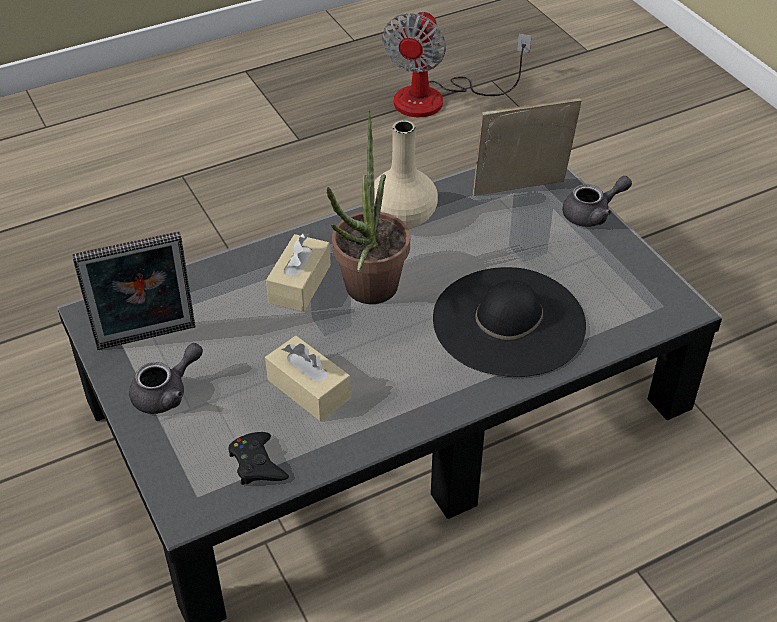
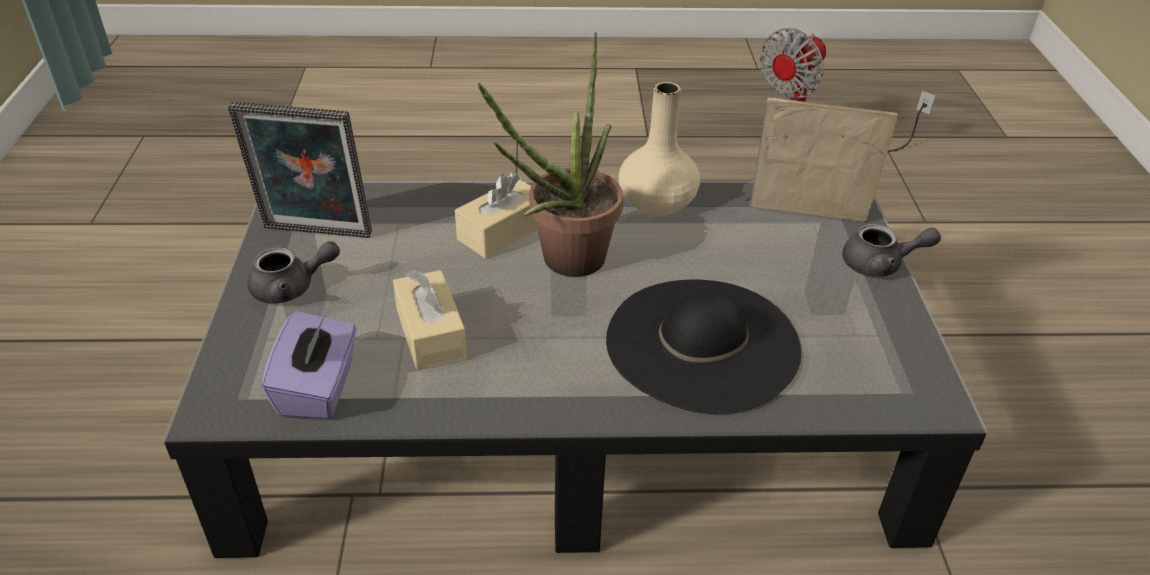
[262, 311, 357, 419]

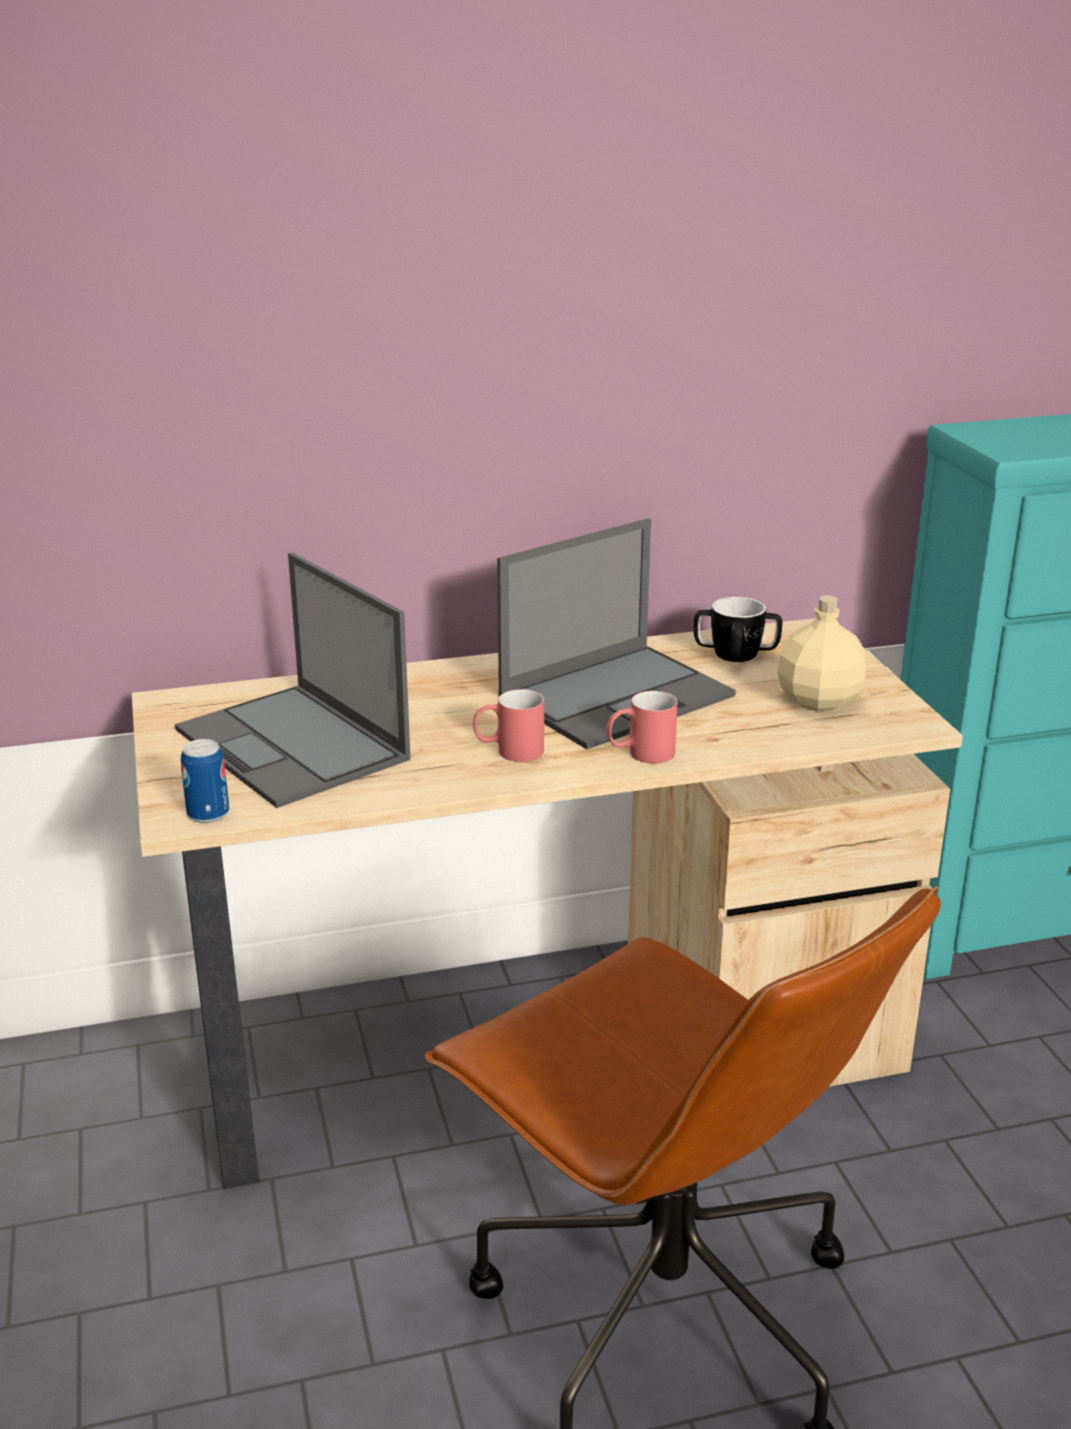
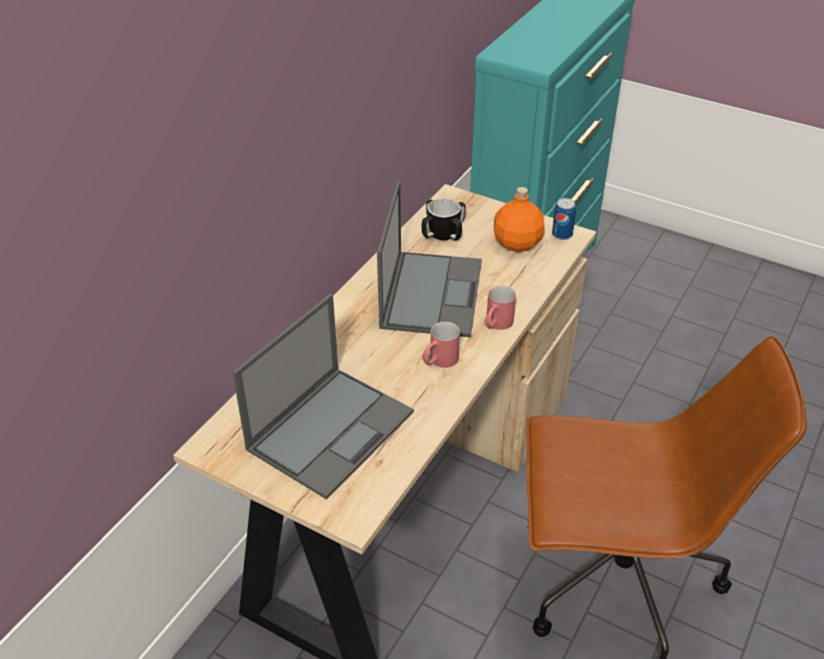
[232, 294, 414, 499]
[494, 187, 544, 252]
[552, 198, 576, 240]

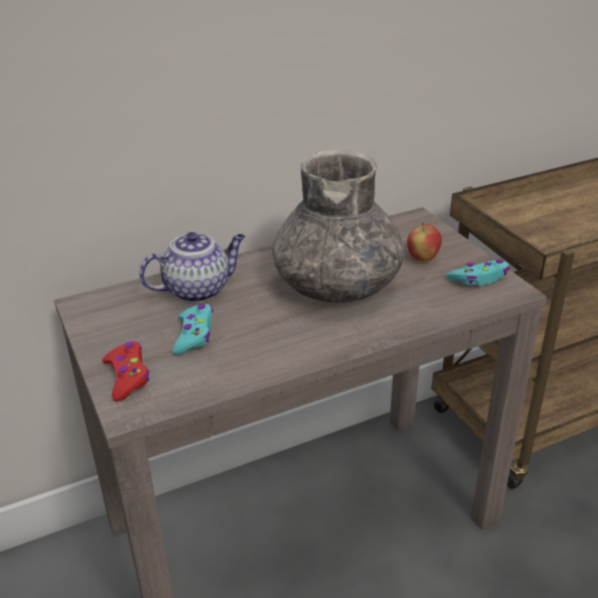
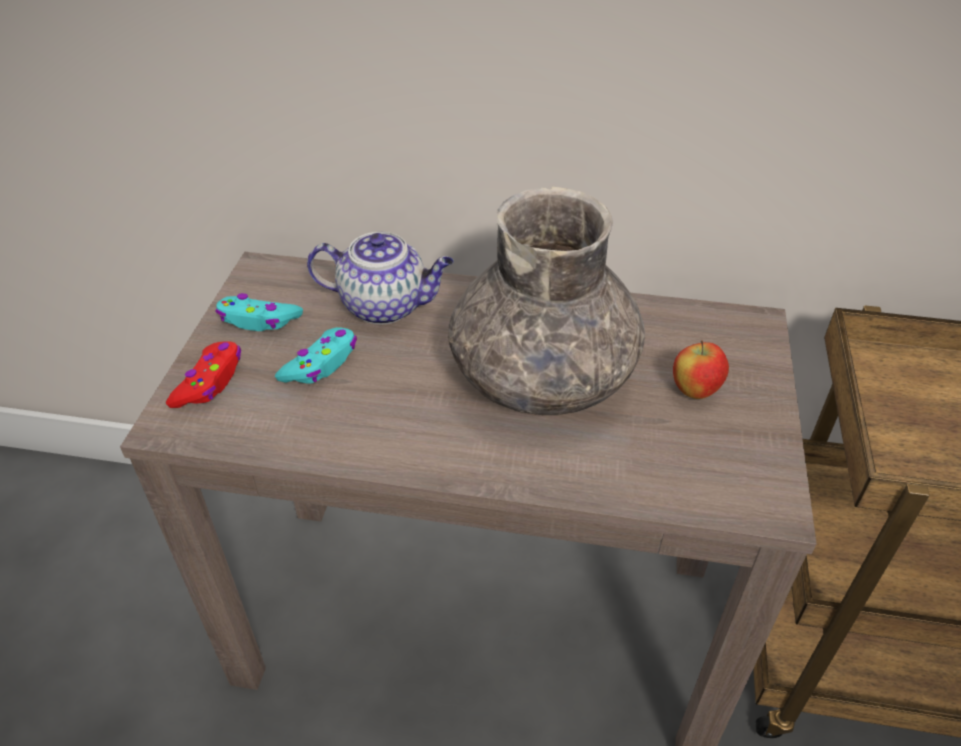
[215, 293, 303, 331]

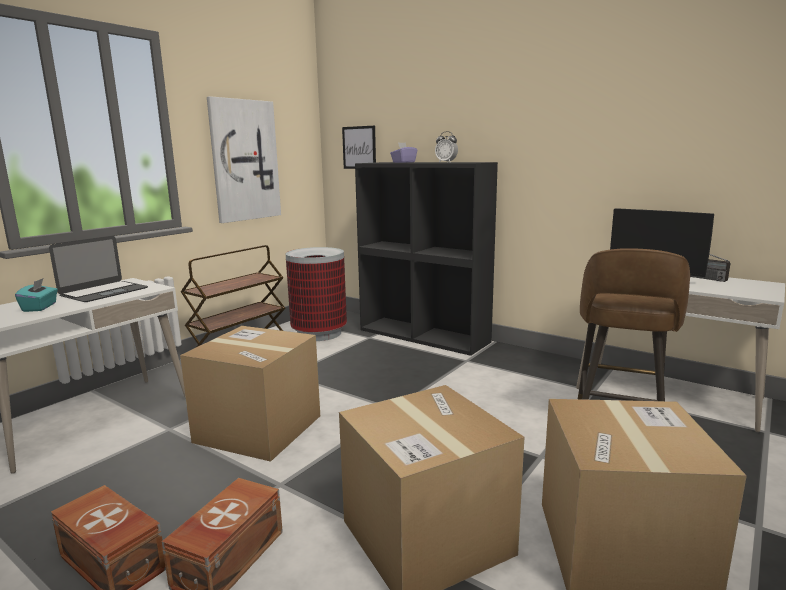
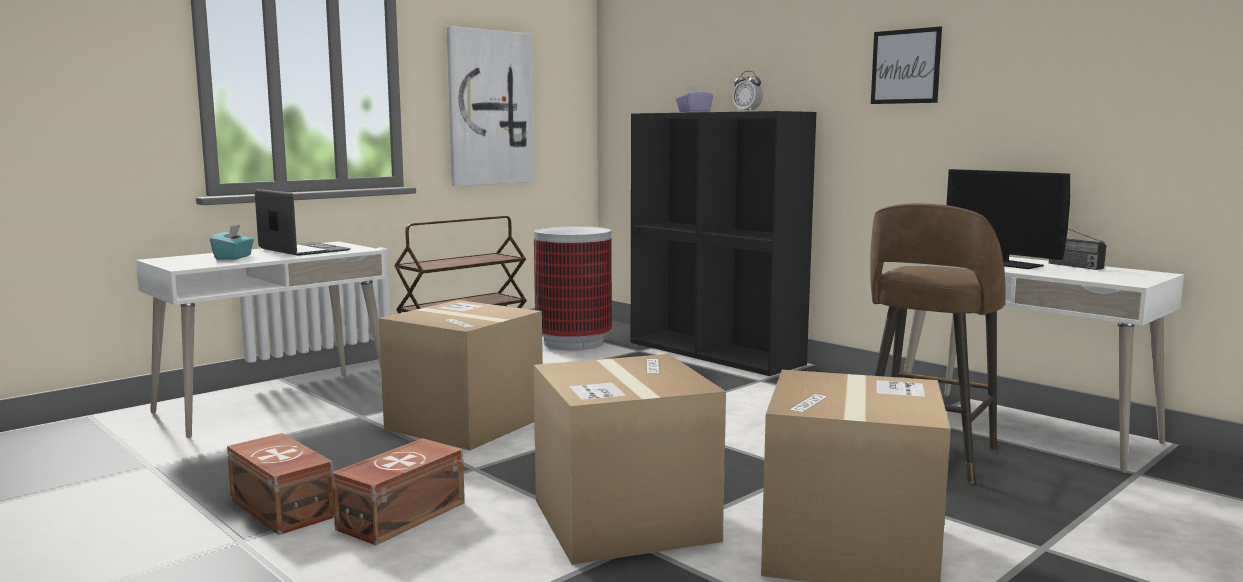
[255, 189, 351, 256]
[871, 26, 942, 104]

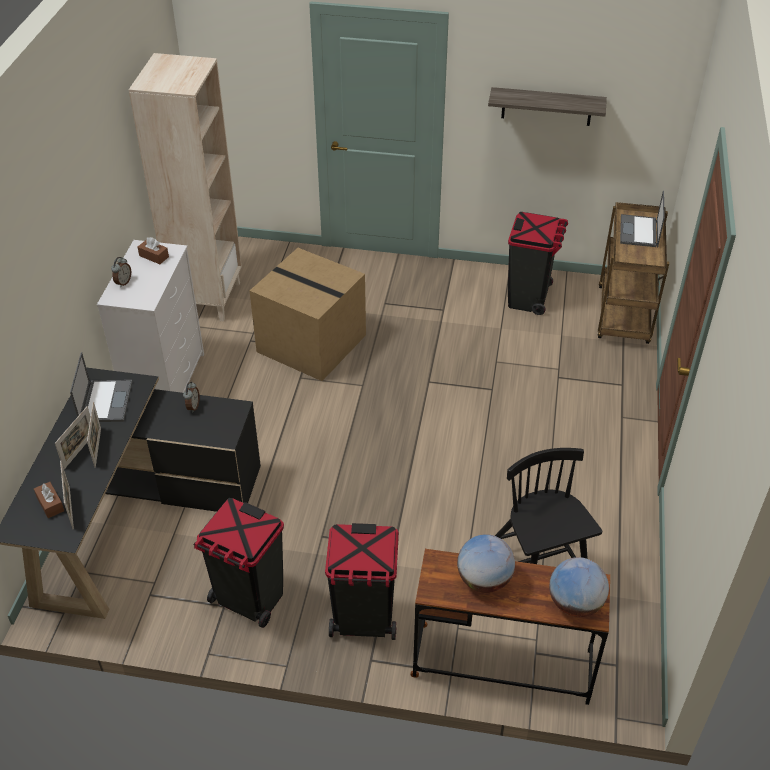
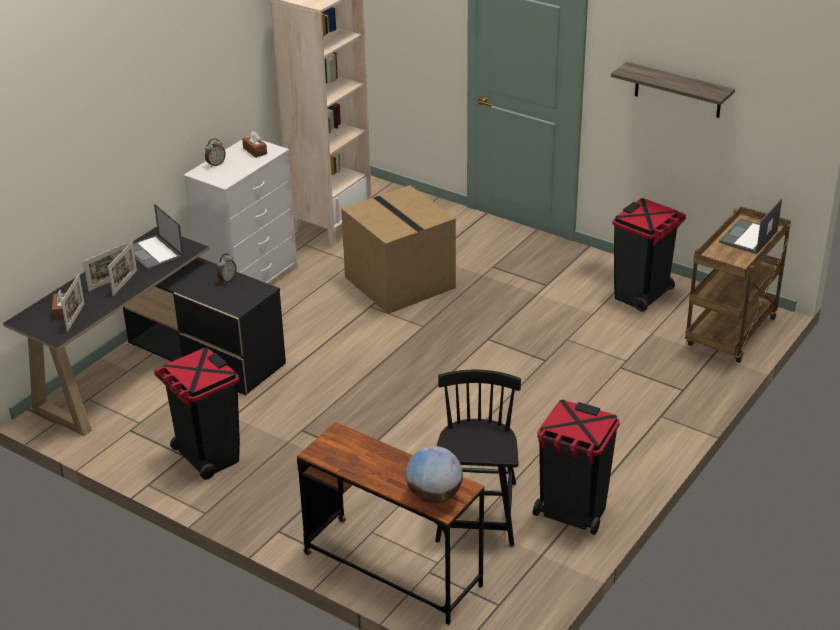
[126, 204, 184, 271]
[533, 400, 620, 535]
[457, 534, 515, 593] (first image)

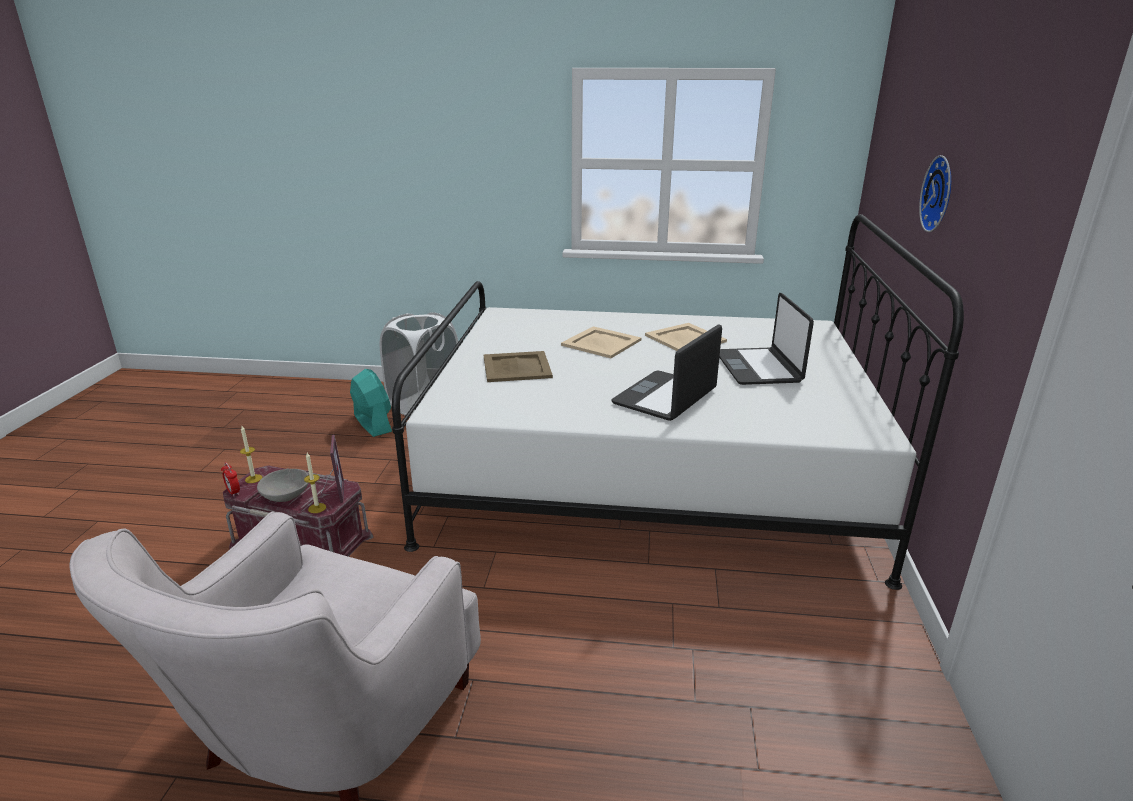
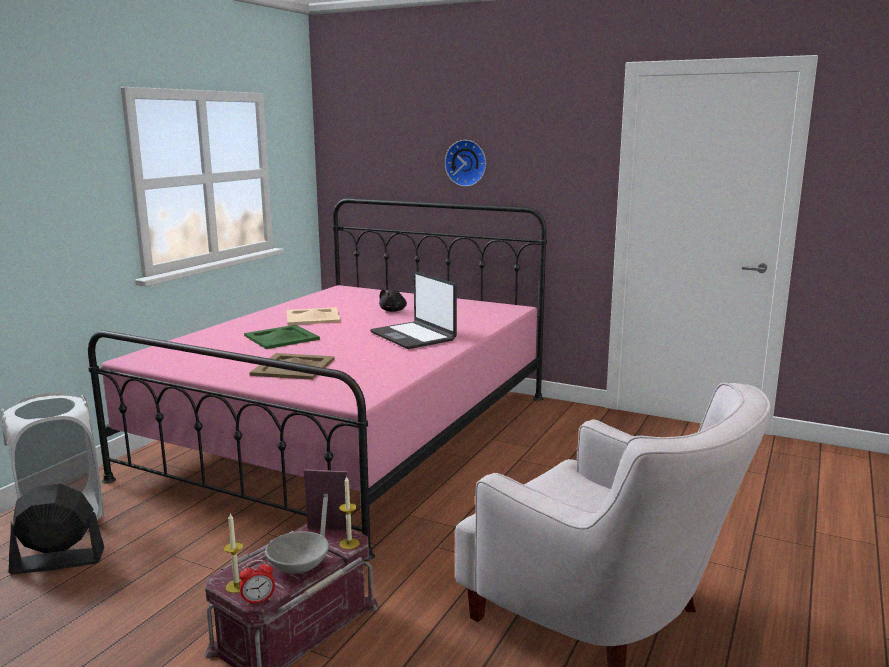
[9, 484, 104, 574]
[88, 198, 547, 561]
[244, 325, 320, 349]
[379, 289, 407, 312]

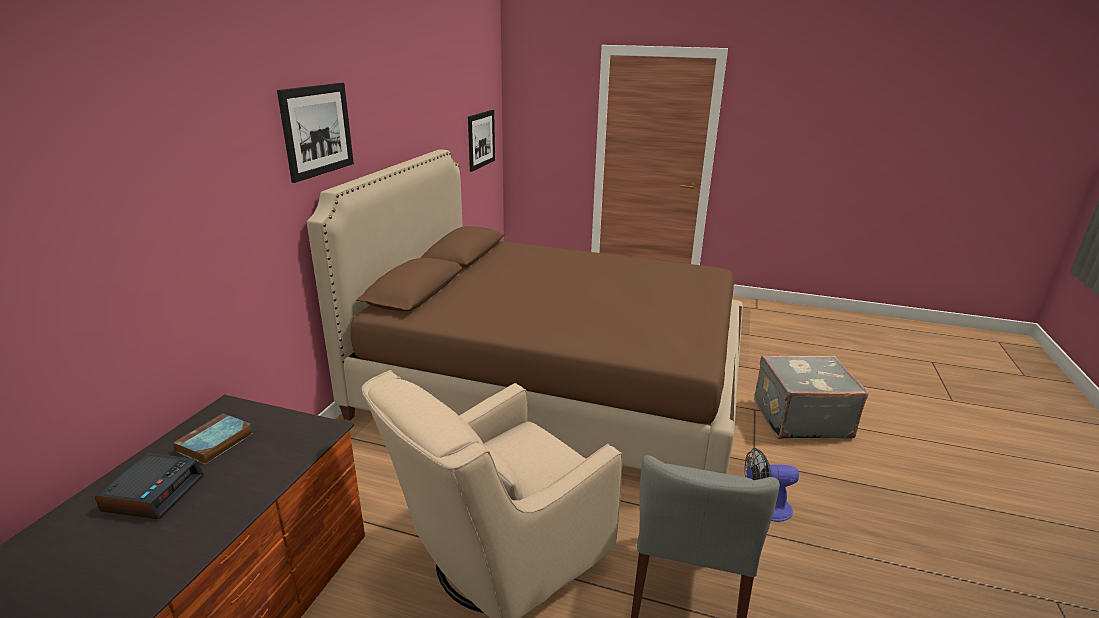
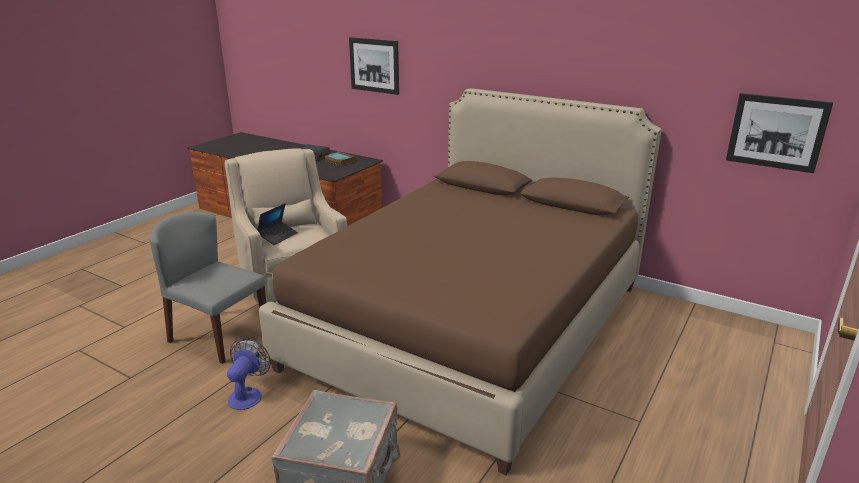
[257, 203, 298, 245]
[349, 37, 399, 95]

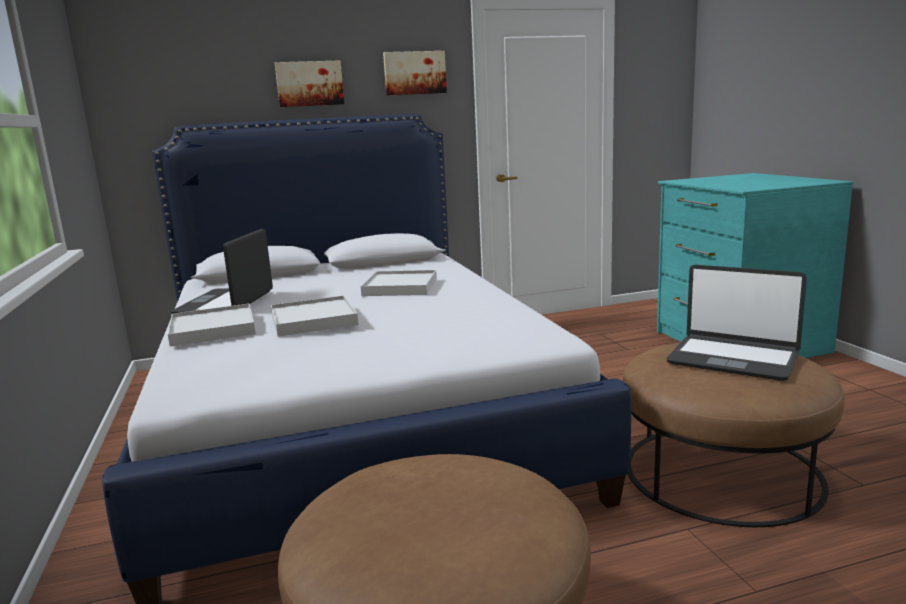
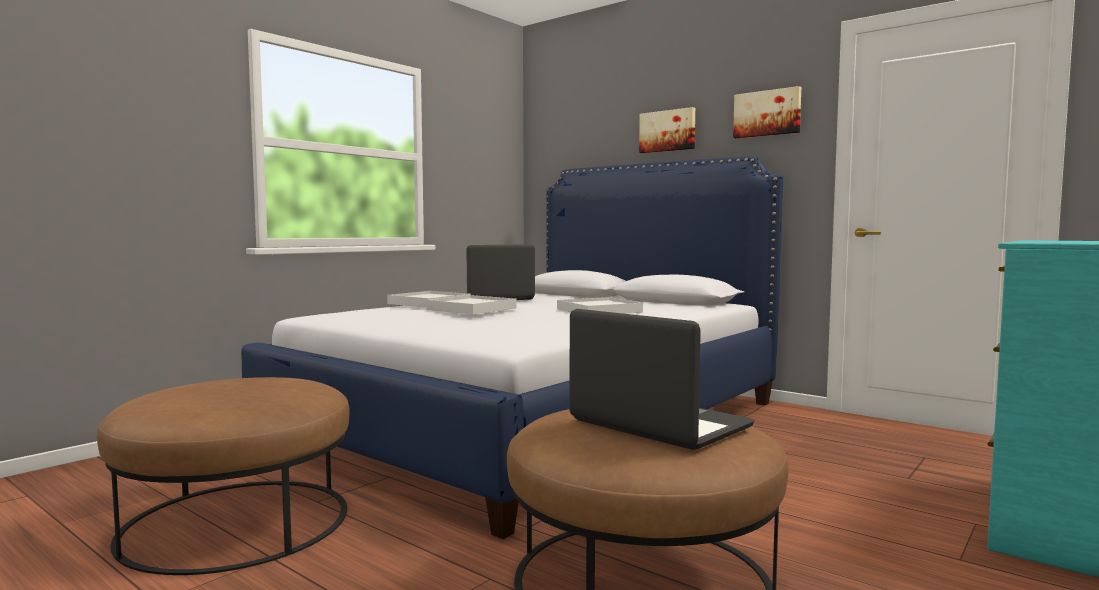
[569, 309, 754, 450]

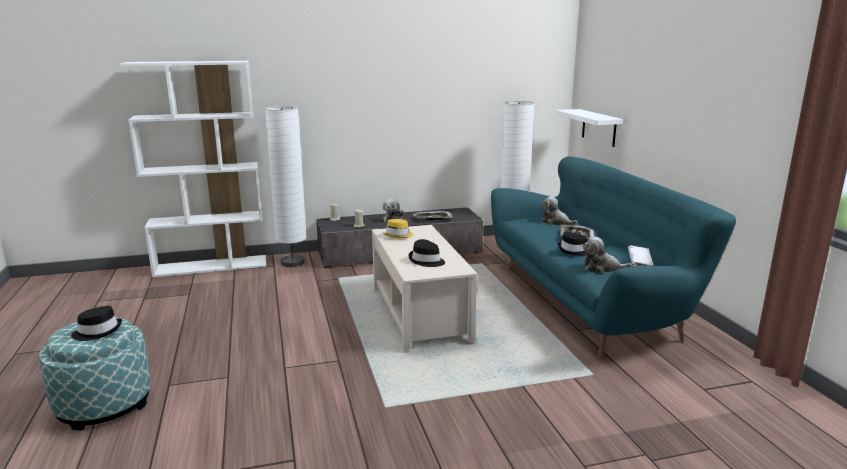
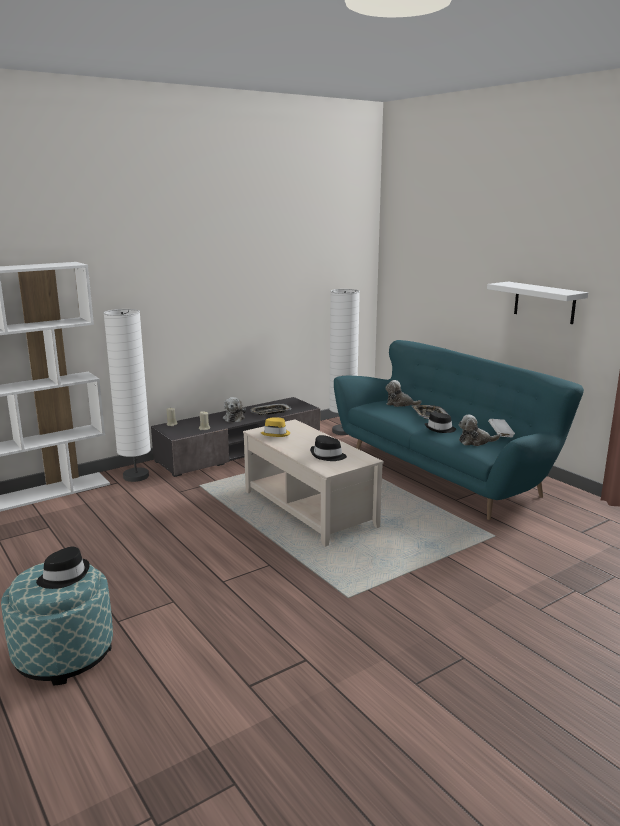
[487, 282, 588, 324]

